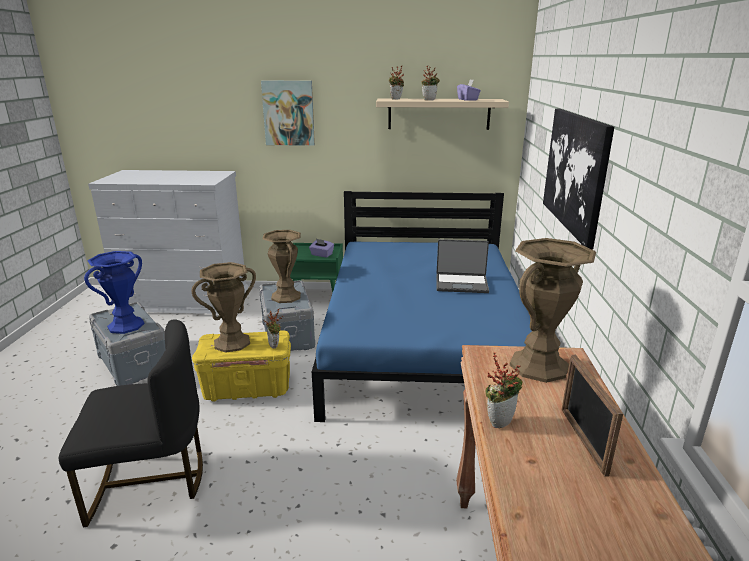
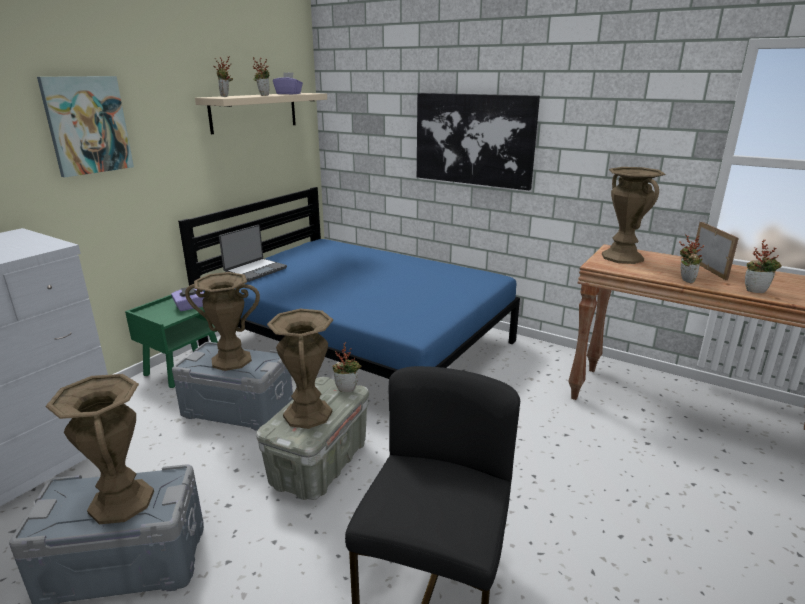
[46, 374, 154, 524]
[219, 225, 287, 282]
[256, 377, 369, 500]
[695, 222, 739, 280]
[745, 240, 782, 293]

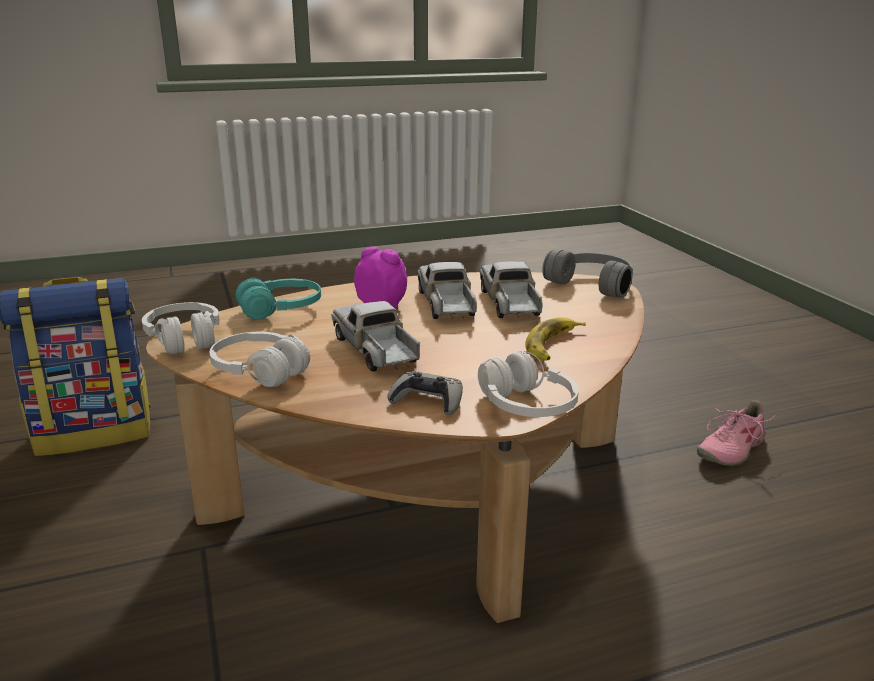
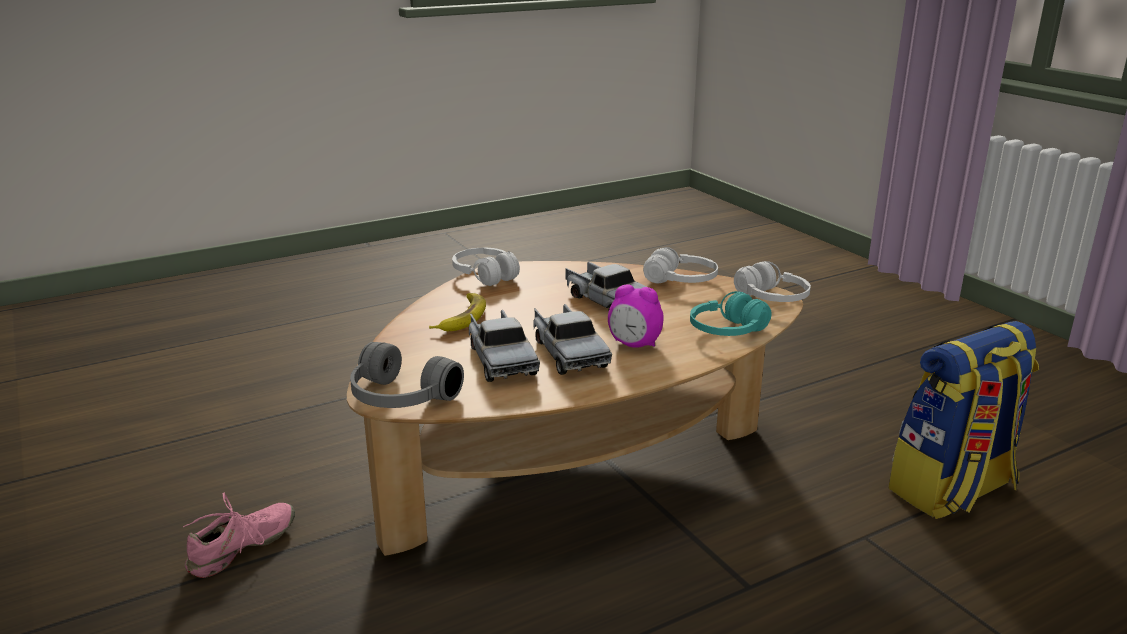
[387, 371, 463, 415] (first image)

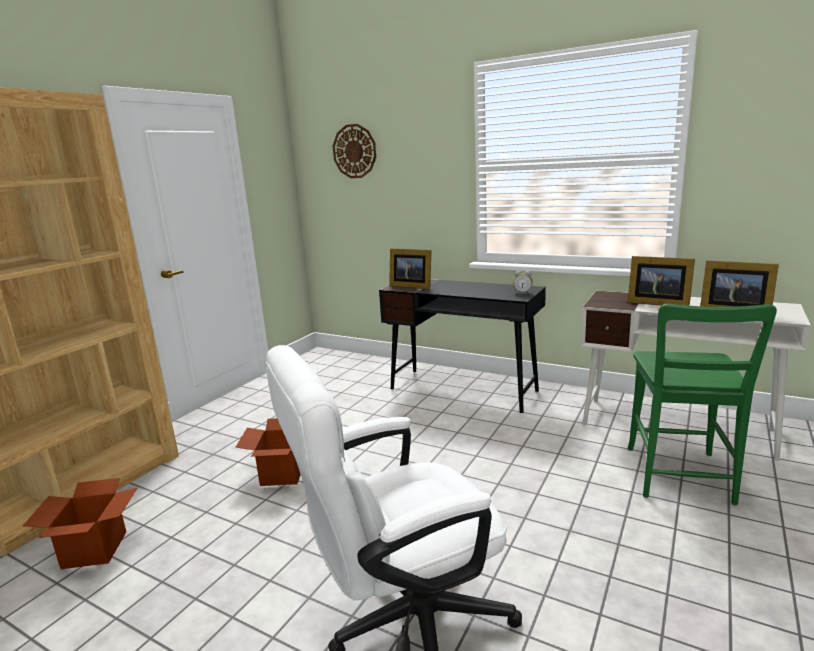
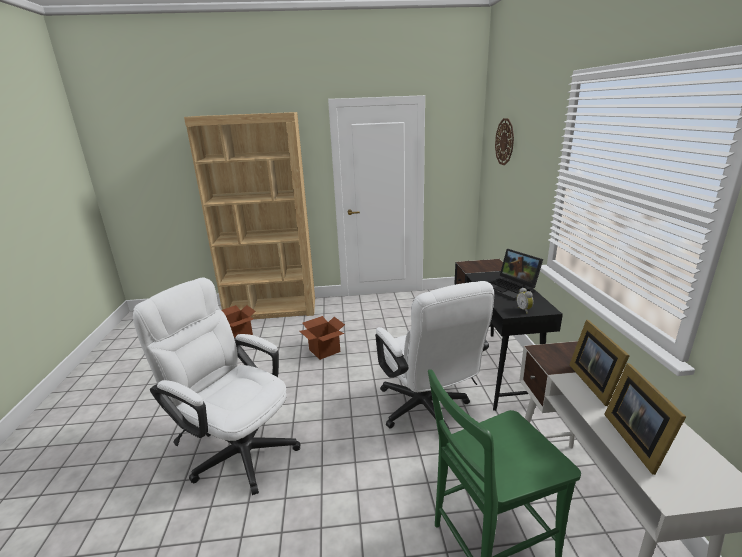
[375, 281, 494, 431]
[489, 249, 543, 301]
[389, 248, 432, 289] (first image)

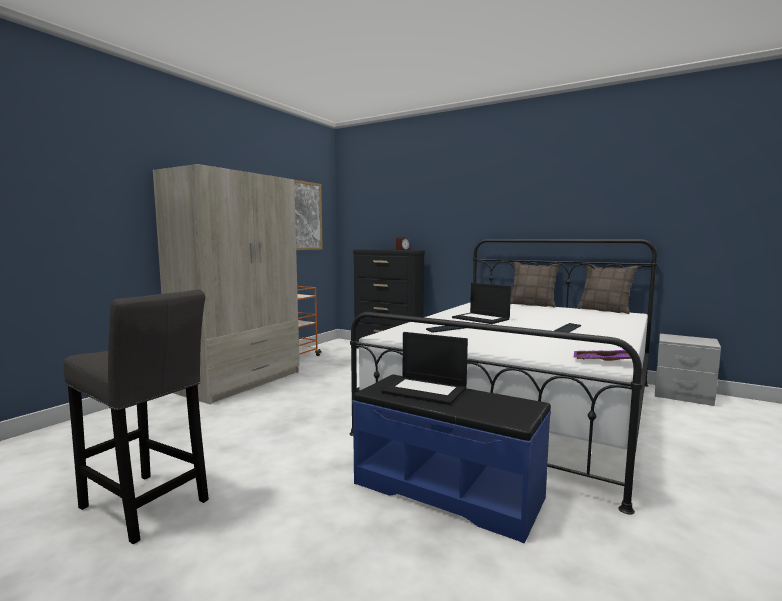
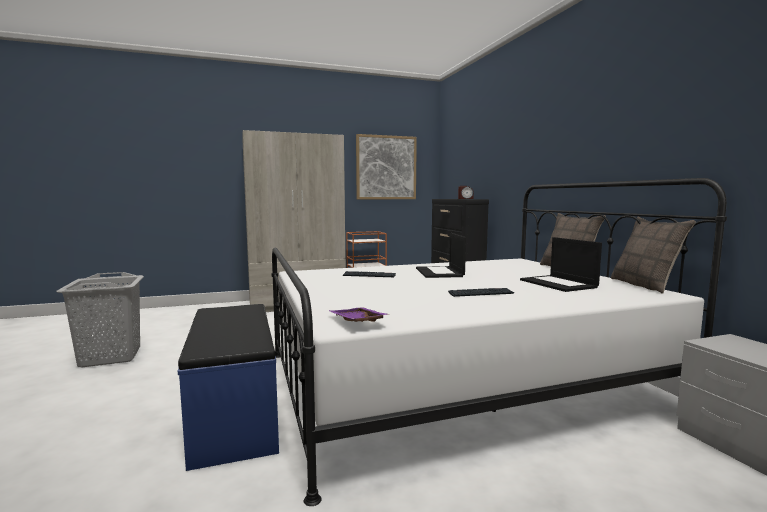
[56, 272, 144, 367]
[520, 237, 602, 292]

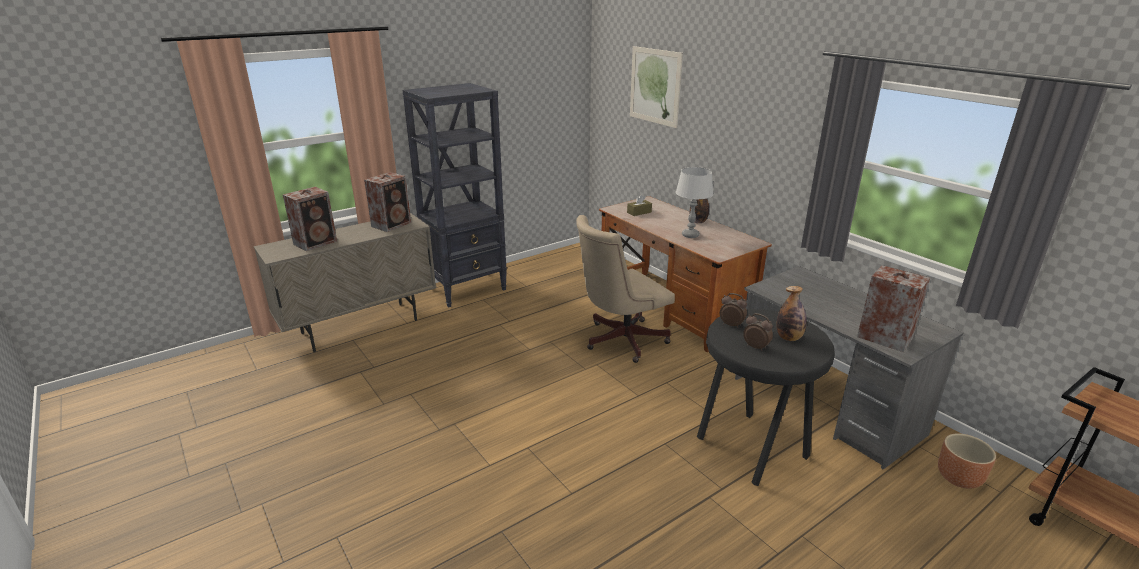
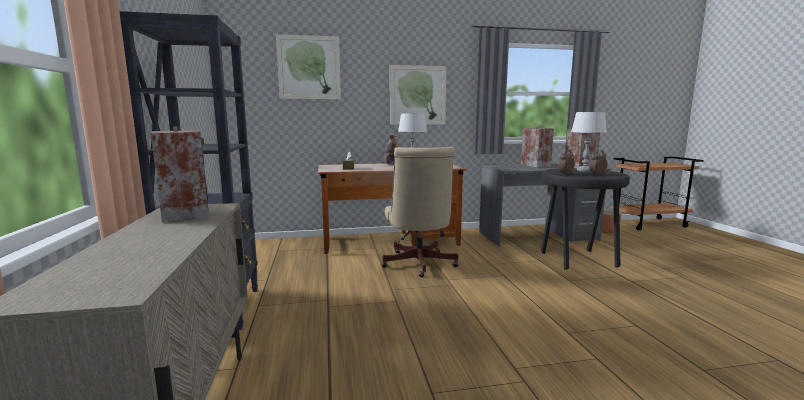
[390, 65, 446, 125]
[521, 126, 554, 167]
[571, 112, 607, 172]

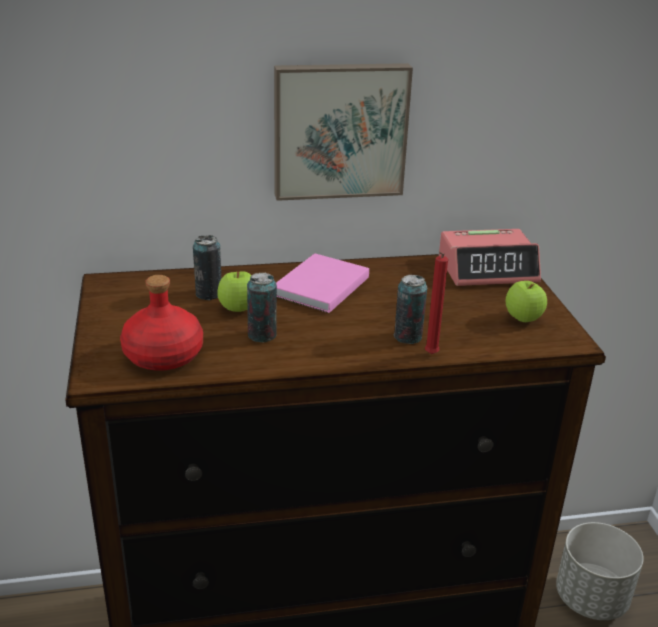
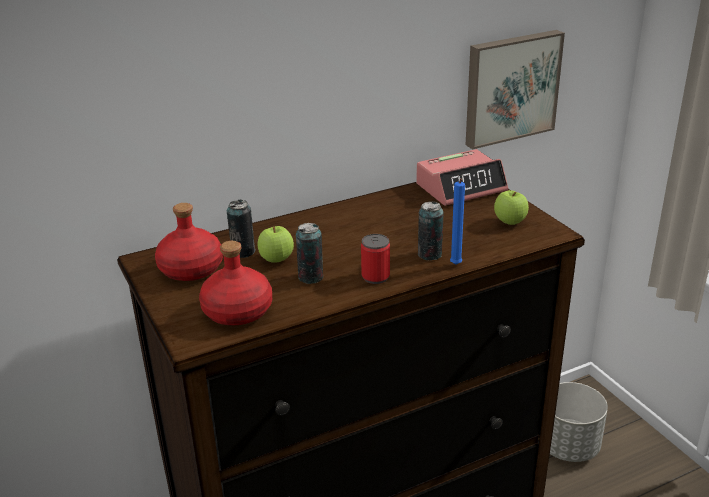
[155, 203, 223, 281]
[361, 234, 390, 284]
[450, 178, 465, 265]
[466, 30, 565, 149]
[276, 253, 369, 313] (first image)

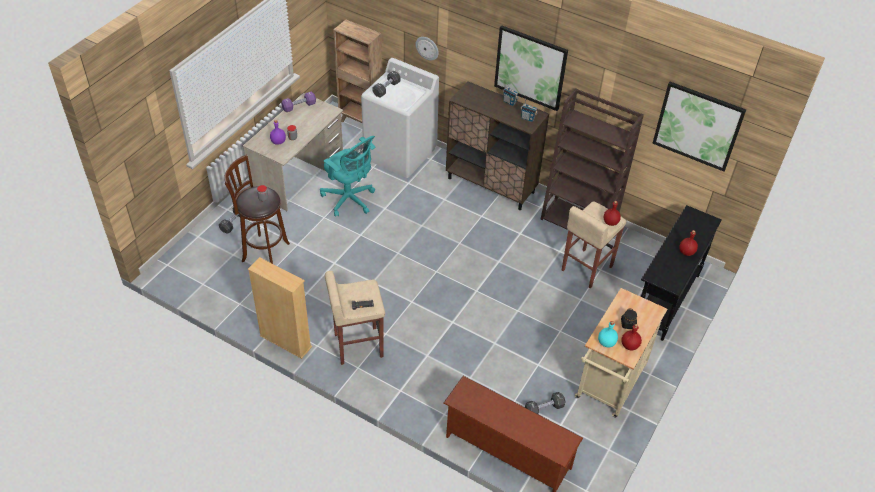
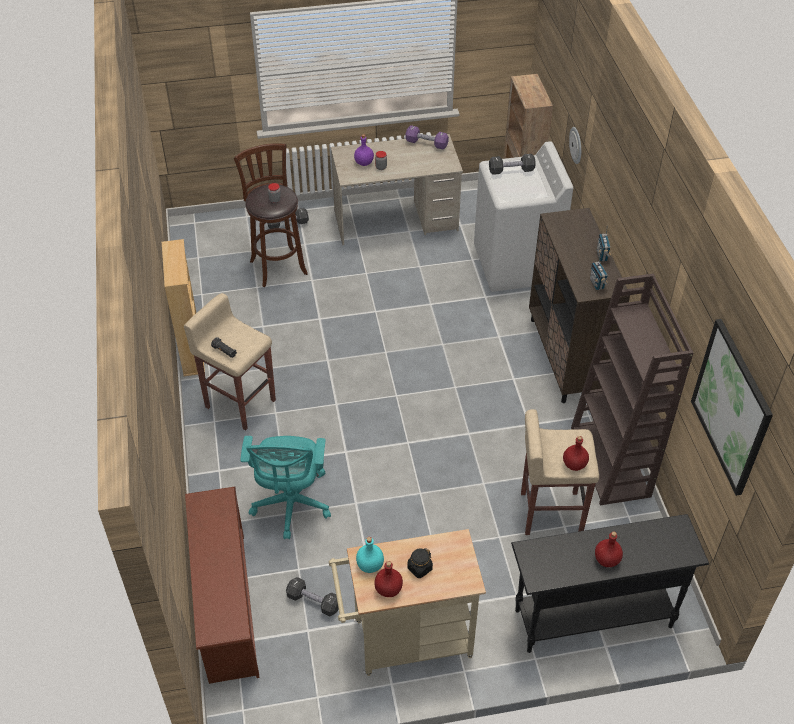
[240, 436, 331, 539]
[494, 25, 568, 111] (first image)

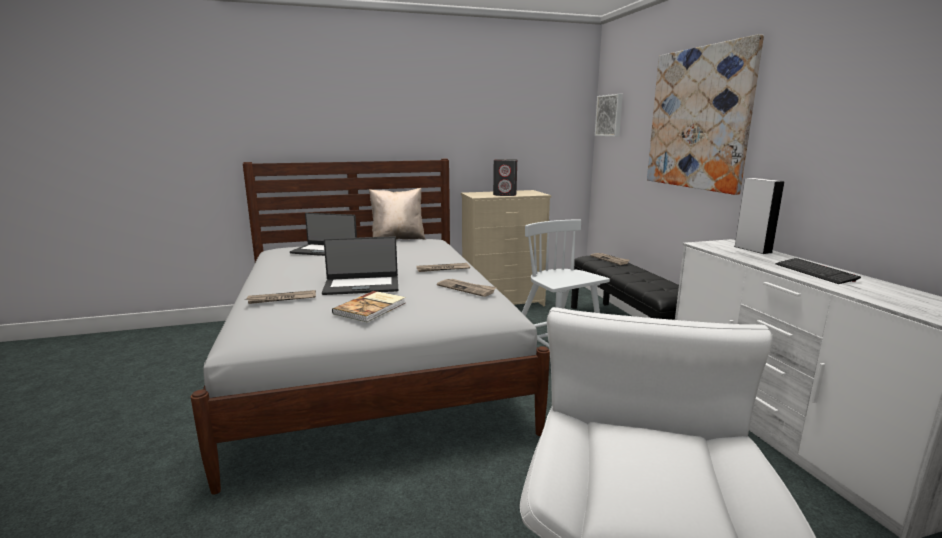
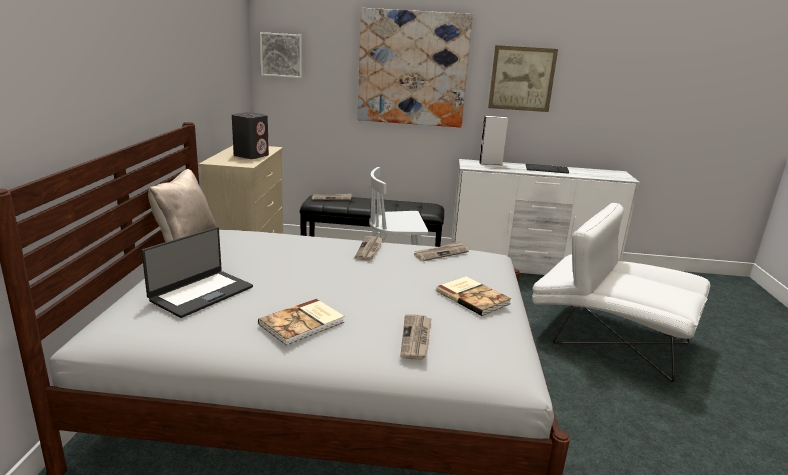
[258, 299, 345, 346]
[488, 45, 558, 112]
[322, 236, 398, 295] (first image)

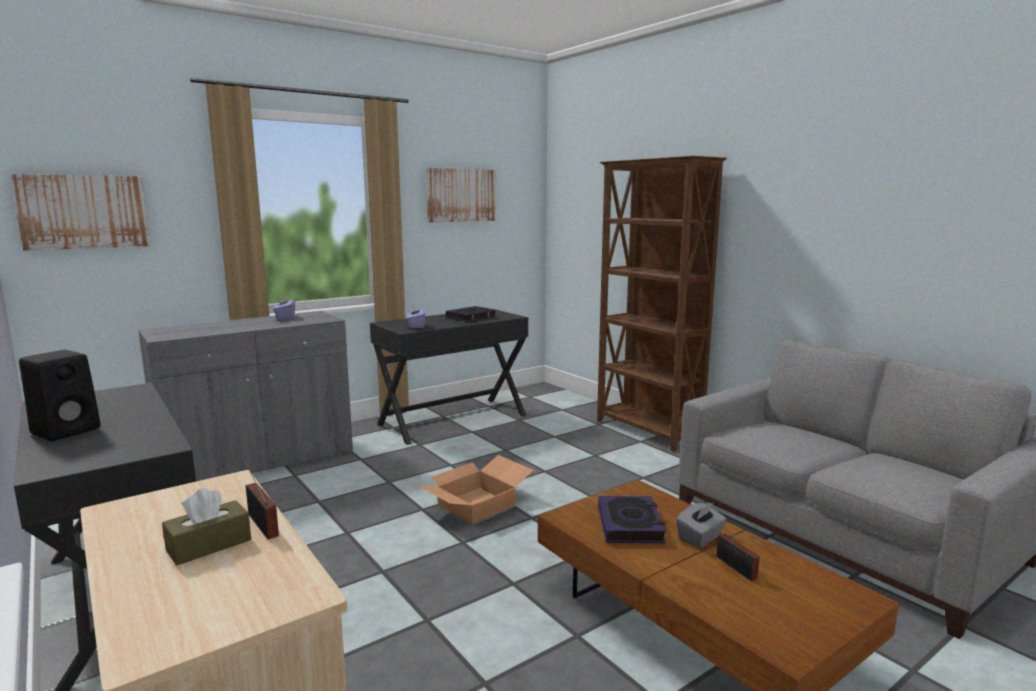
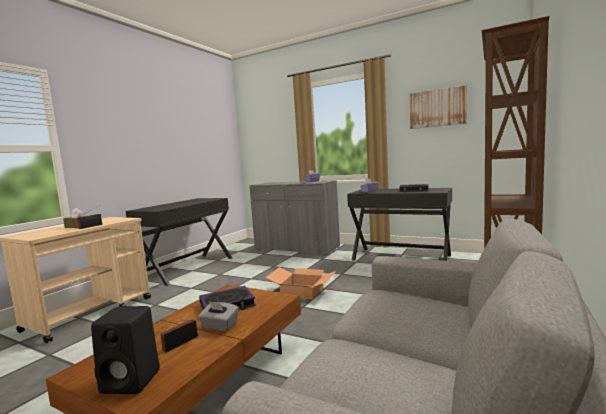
[91, 306, 160, 394]
[10, 174, 150, 251] (first image)

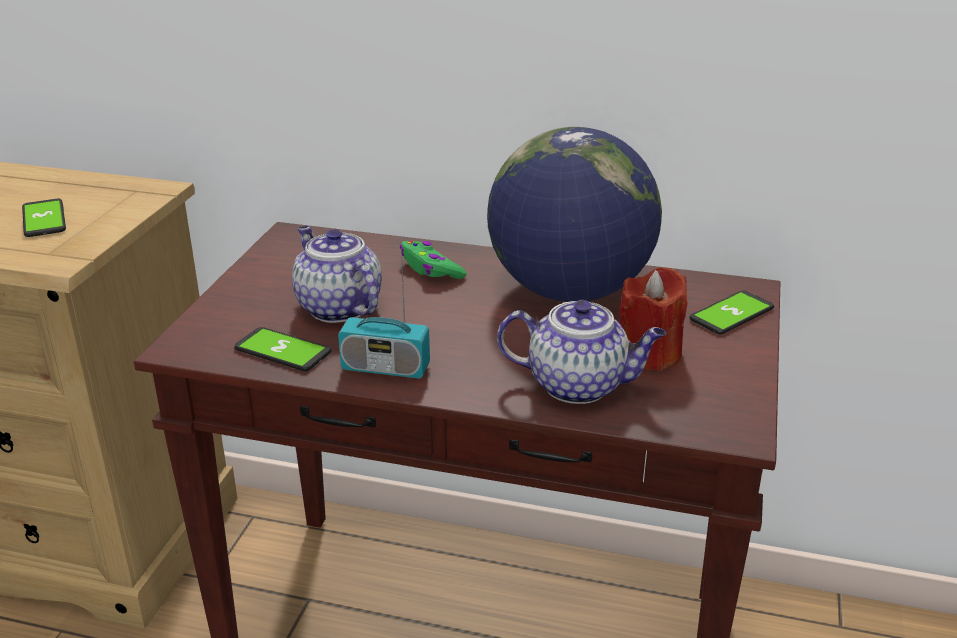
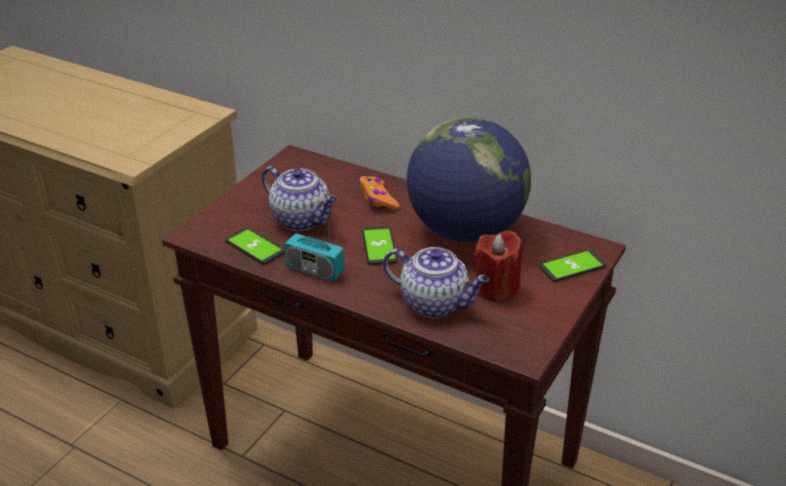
[262, 166, 337, 231]
[359, 176, 400, 210]
[362, 226, 398, 265]

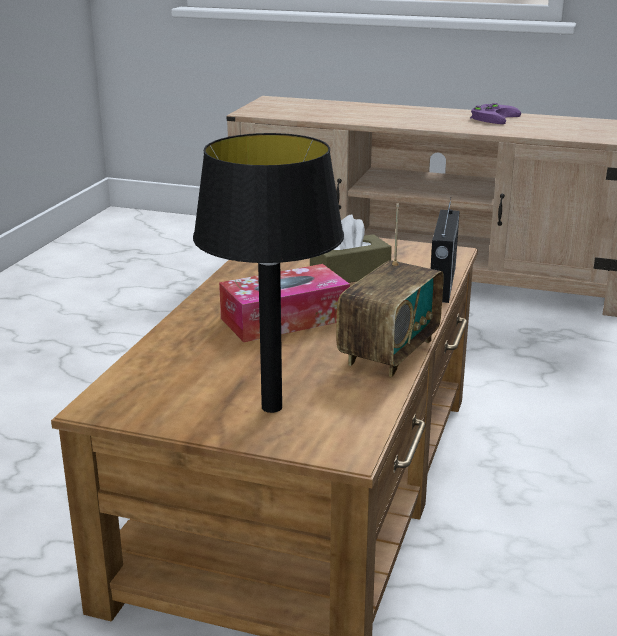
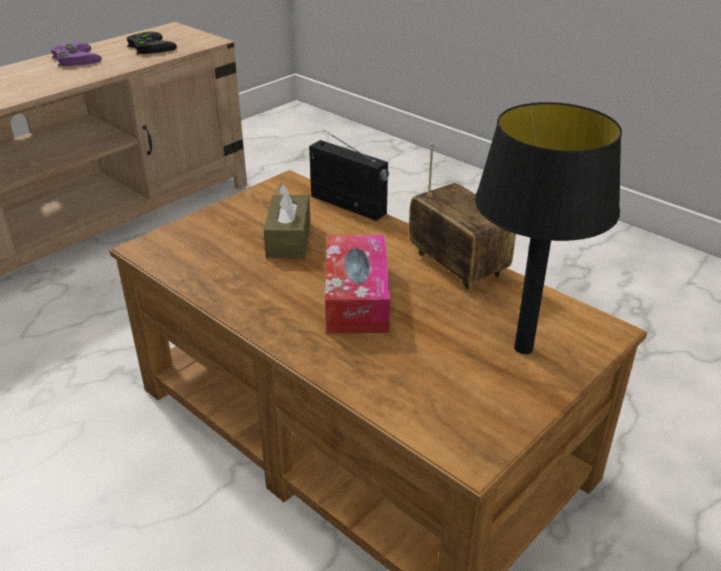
[127, 31, 177, 54]

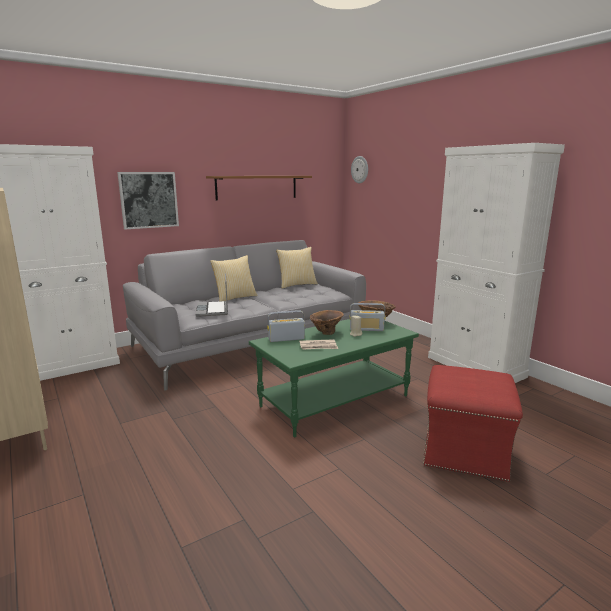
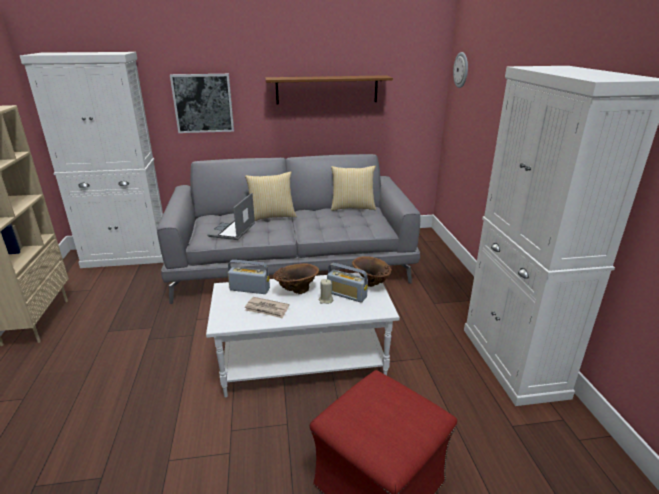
[206, 273, 400, 398]

